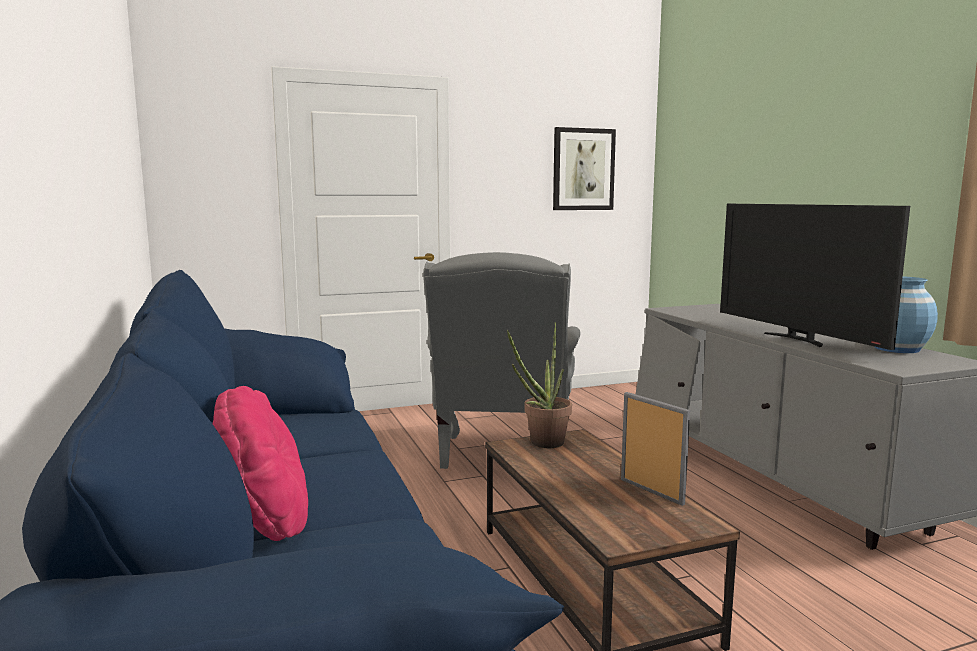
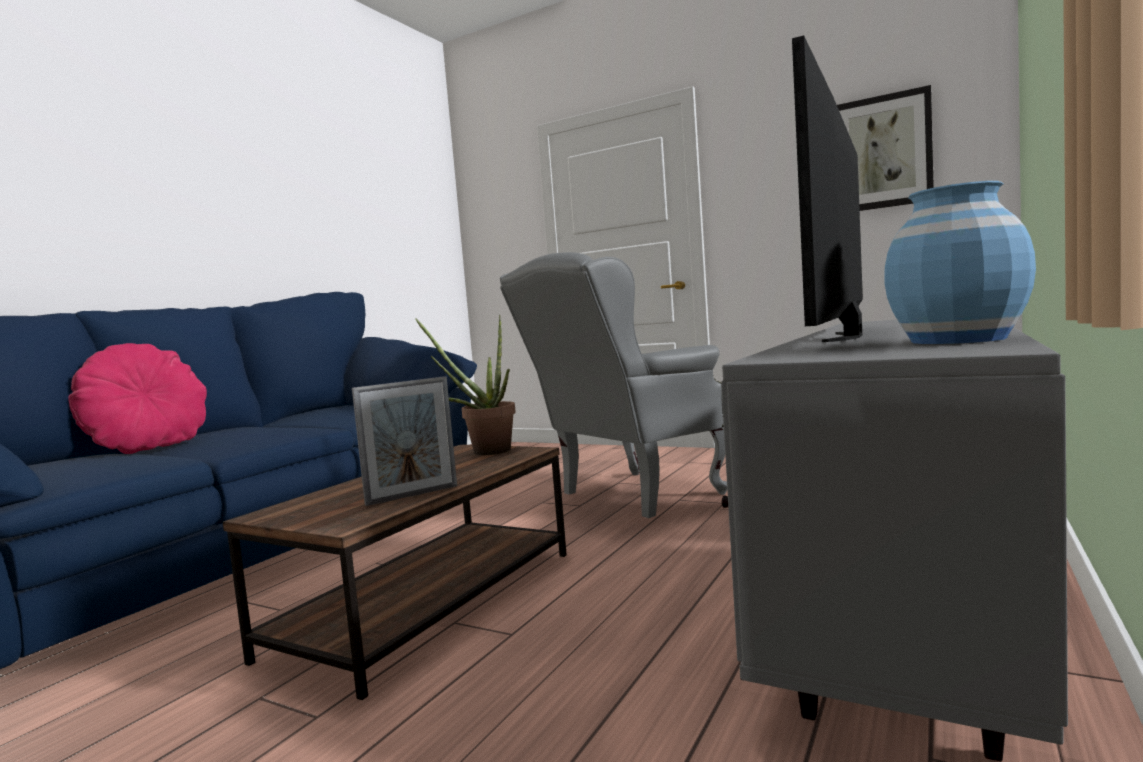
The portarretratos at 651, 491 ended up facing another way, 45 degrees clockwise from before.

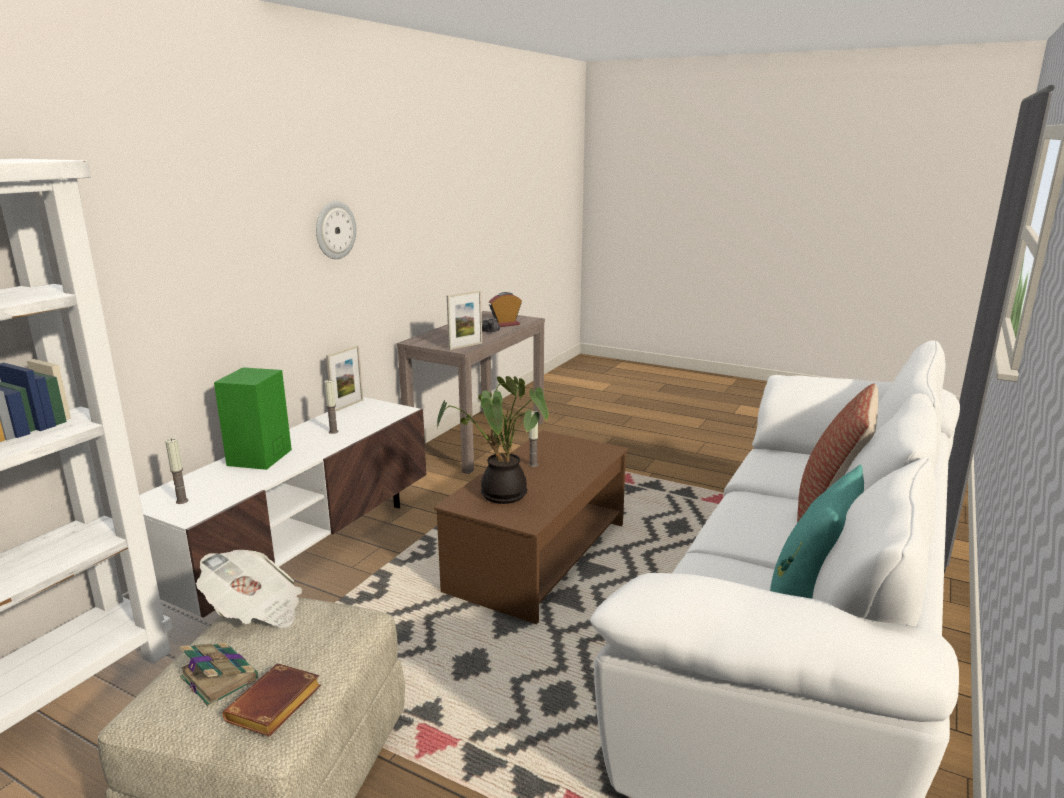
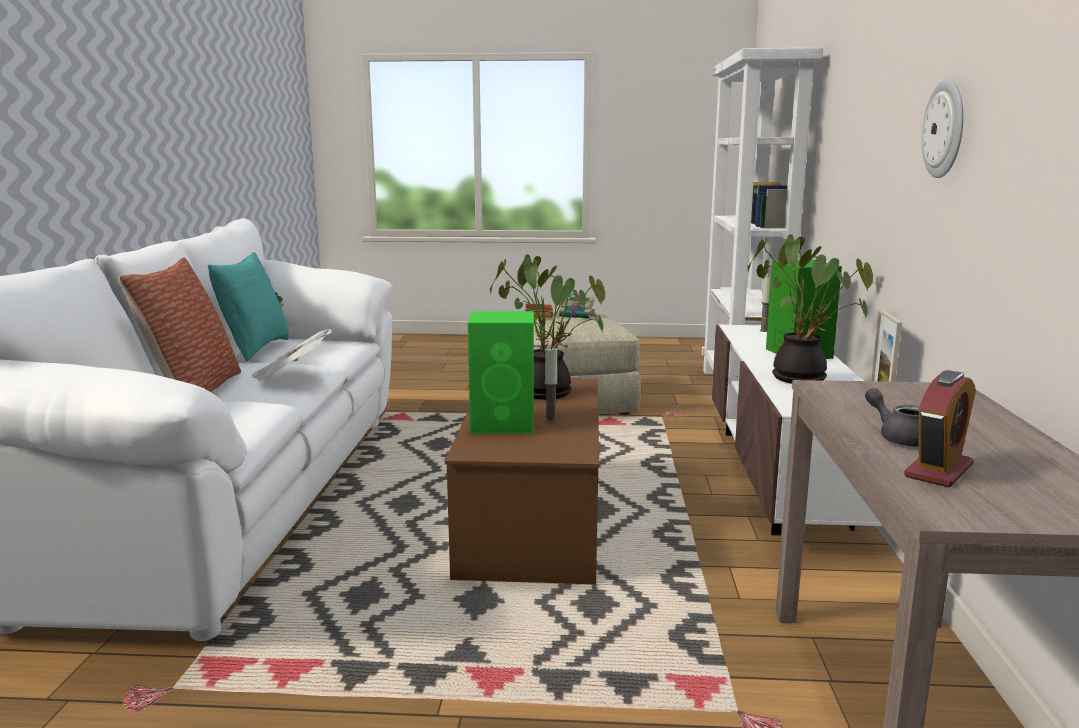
The periódico ended up elsewhere, having gone from 255, 611 to 291, 376.
Where the vela stood at 333, 432, the planta en maceta came to stand at 802, 378.
The second view lost the portarretratos at 465, 346.
The second view gained the altavoz [verde] at 505, 424.

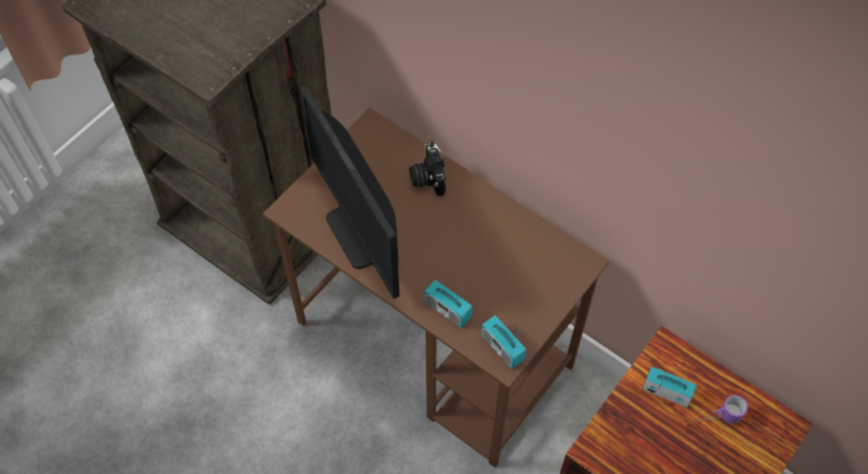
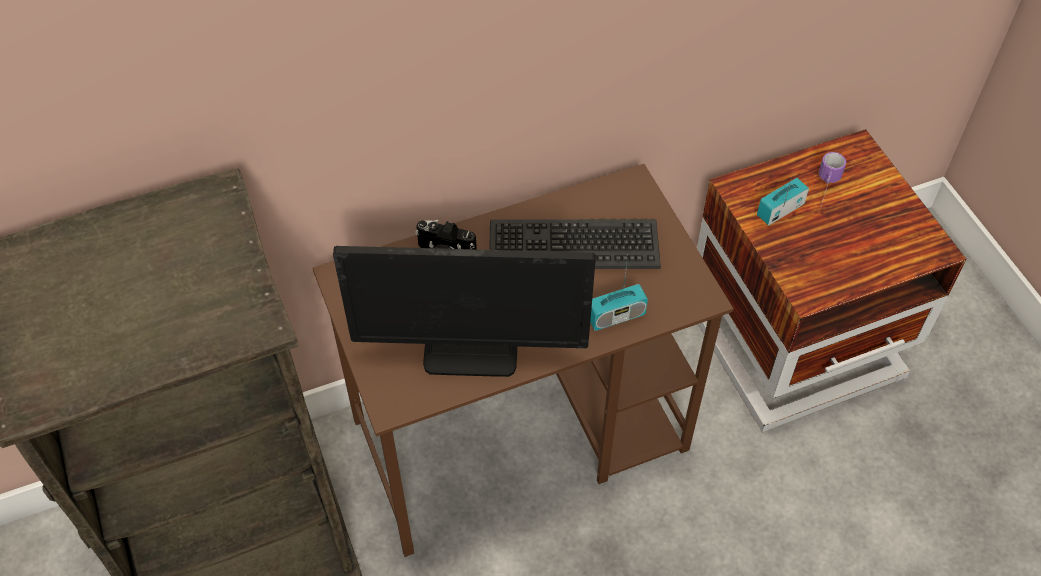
The second view lost the radio at 502, 347.
The second view gained the teclado at 574, 244.

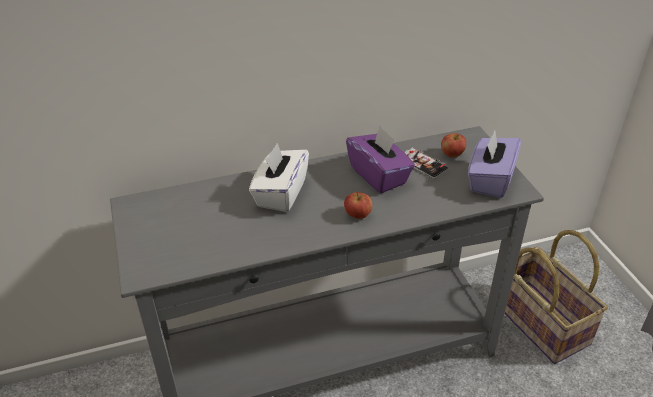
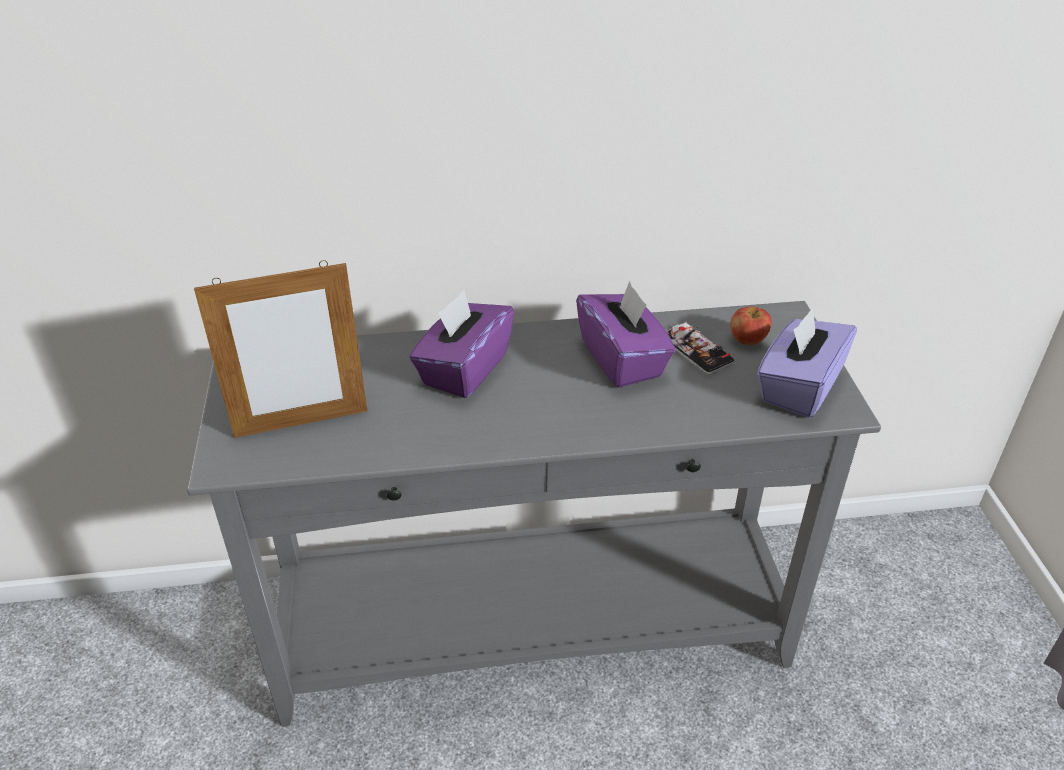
What was the caja de pañuelos [blanco] at 280, 194 turned into the caja de pañuelos [morado] at 464, 369.
The second view lost the manzana at 358, 215.
The second view lost the cesta at 541, 322.
The second view gained the portarretratos at 301, 423.

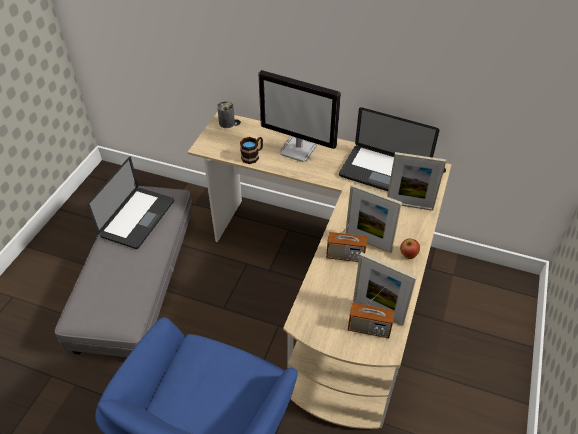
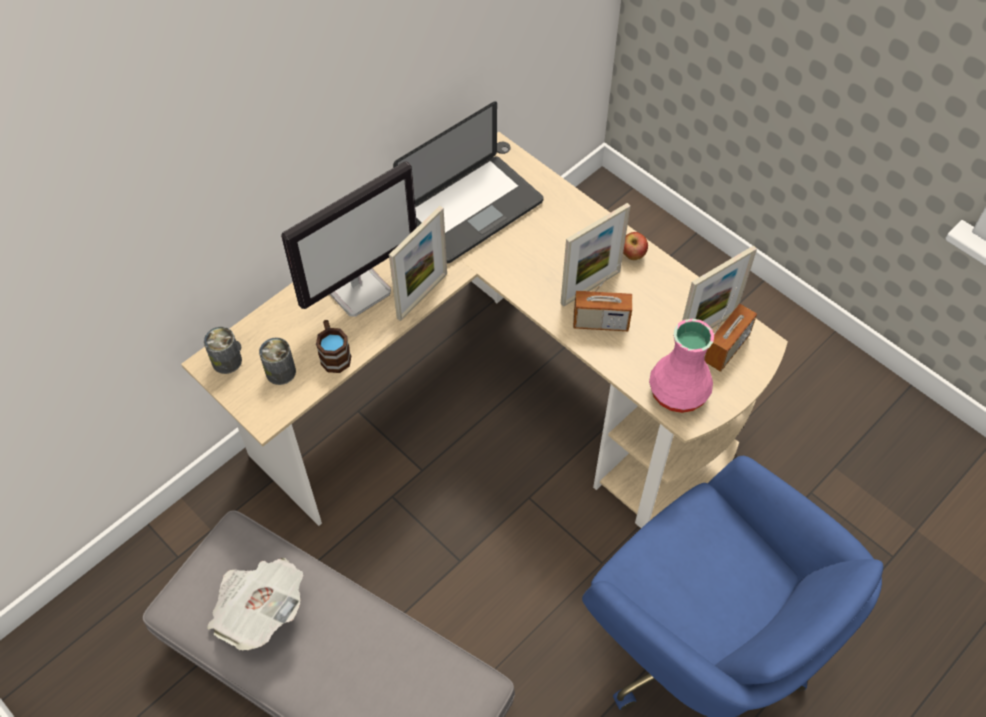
Where the portátil stood at 138, 218, the periódico came to stand at 259, 610.
The radio at 345, 256 ended up facing another way, 60 degrees clockwise from before.
The portarretratos ended up elsewhere, having gone from 409, 205 to 422, 296.
The second view gained the lata at 280, 372.
The second view gained the florero [rosa] at 677, 391.

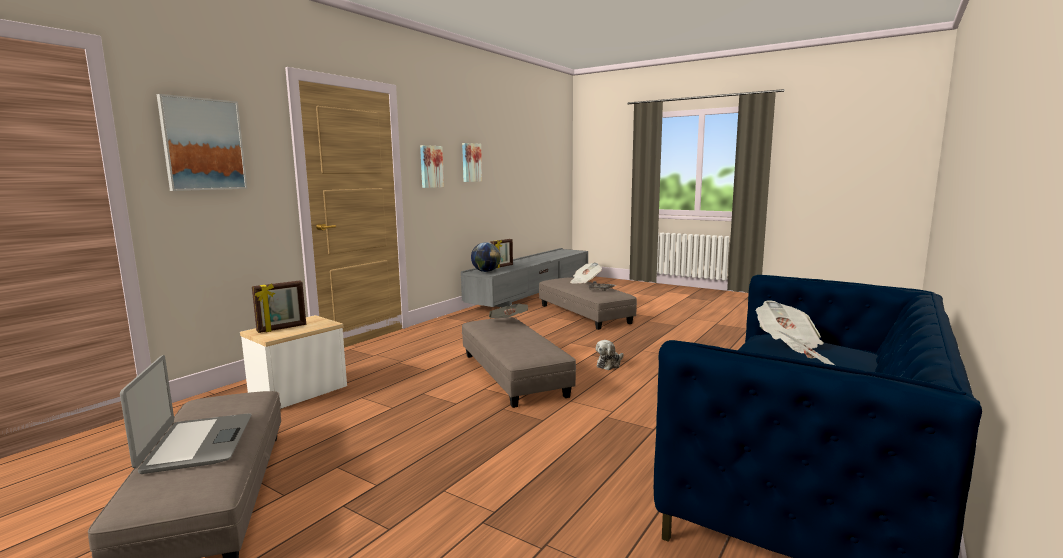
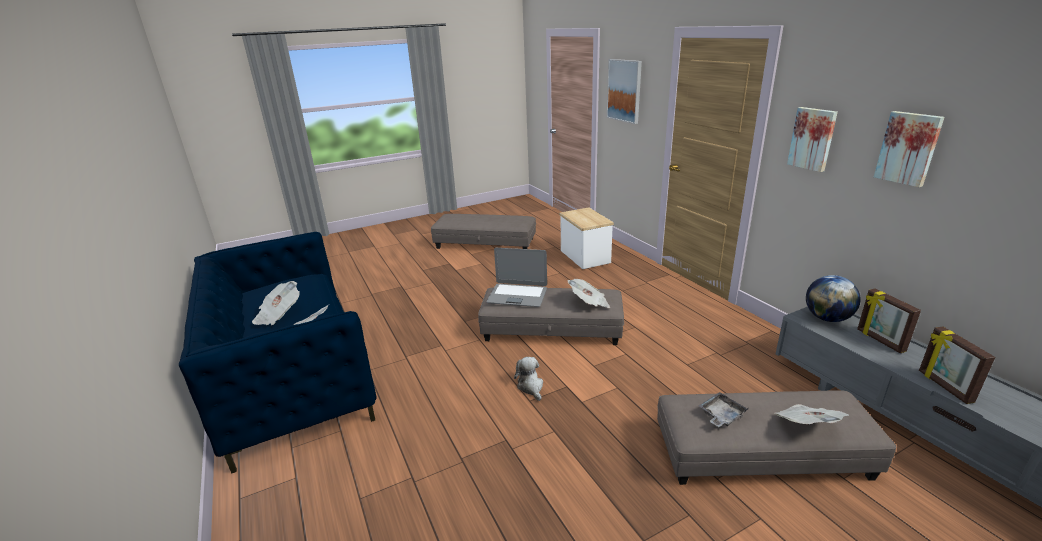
The portátil ended up elsewhere, having gone from 197, 444 to 517, 295.
The portarretratos ended up elsewhere, having gone from 282, 328 to 944, 386.

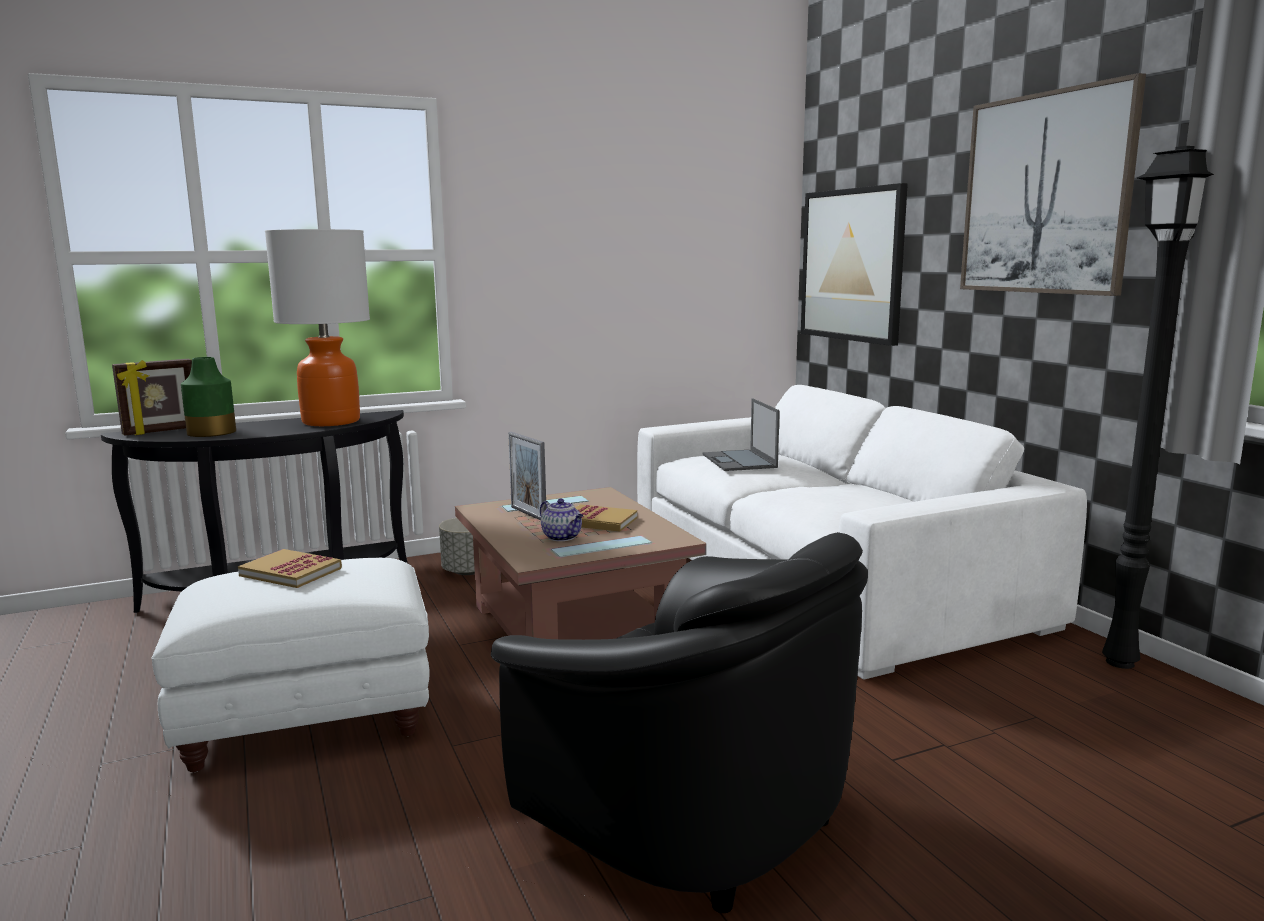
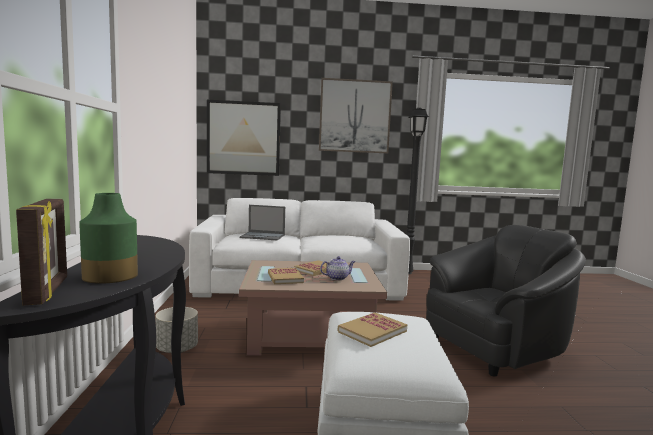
The second view lost the lámpara de mesa at 331, 421.
Where the portarretratos stood at 528, 514, the libro came to stand at 285, 278.

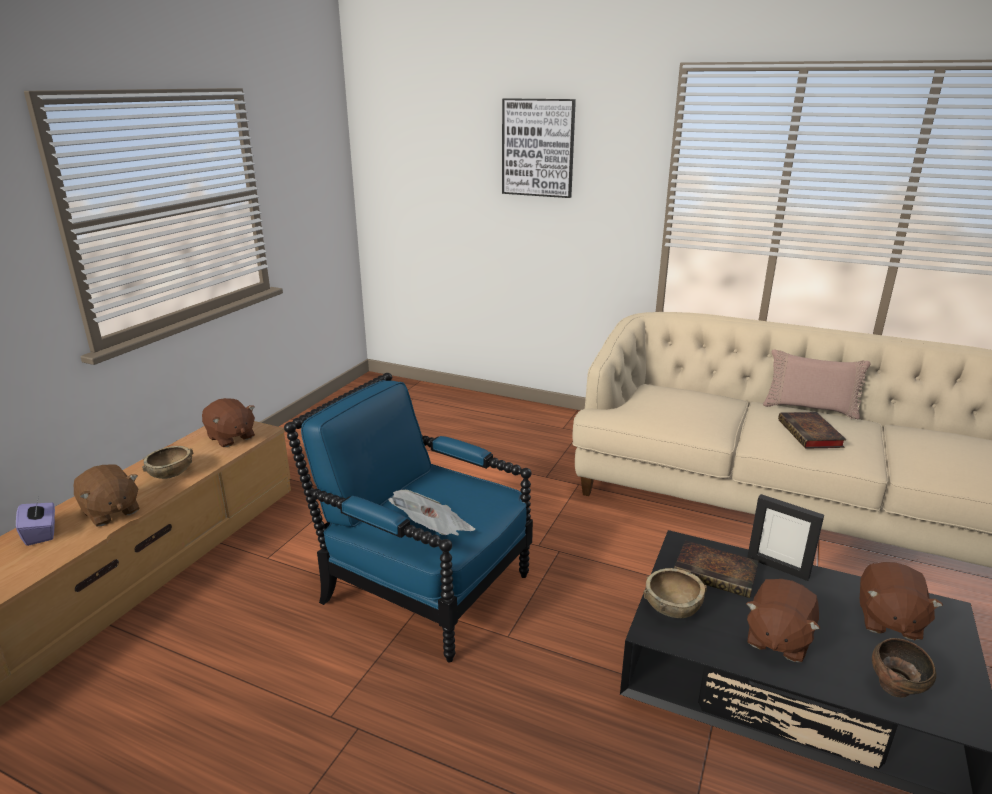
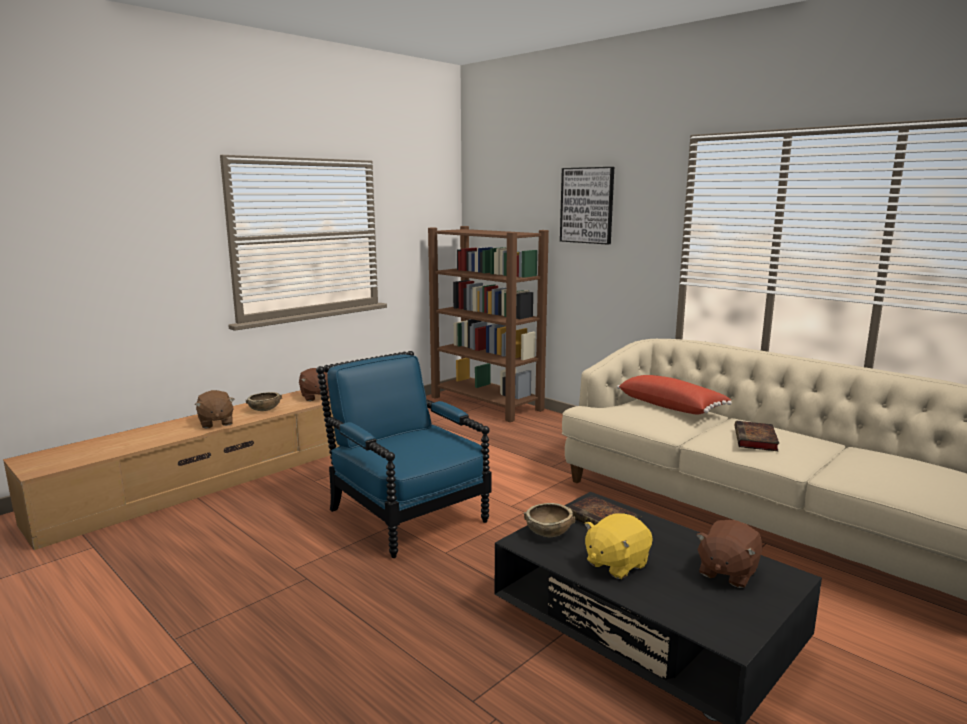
The second view lost the caja de pañuelos [morado] at 41, 533.
The second view lost the periódico at 433, 531.
What was the peluche [marrón] at 777, 638 turned into the peluche [amarillo] at 616, 564.
The second view lost the portarretratos at 778, 566.
The second view lost the cojín [beis] at 810, 409.
The second view lost the cuenco [marrón] at 896, 690.
The second view gained the estantería [marrón] at 486, 403.
The second view gained the cojín [rojo] at 671, 406.

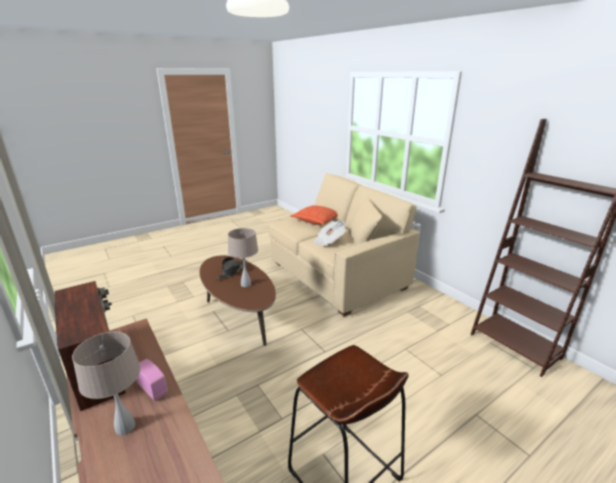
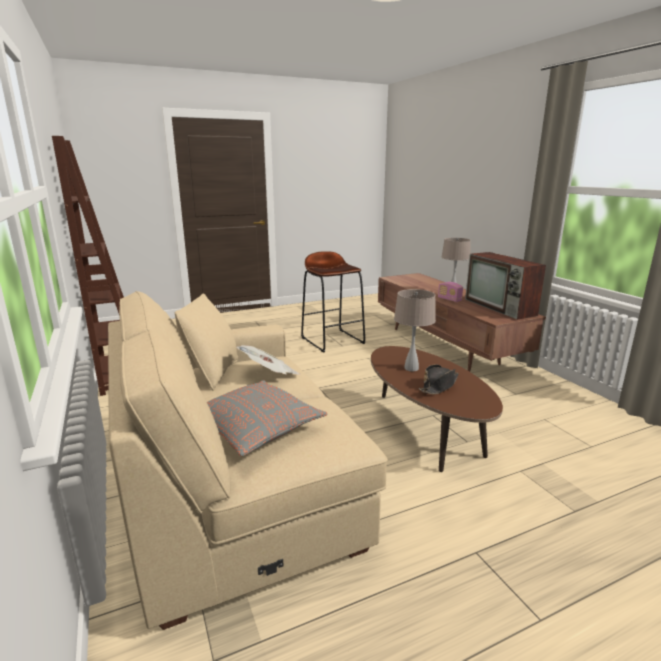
What was the cojín [naranja] at 317, 221 turned into the cojín [gris] at 255, 429.

